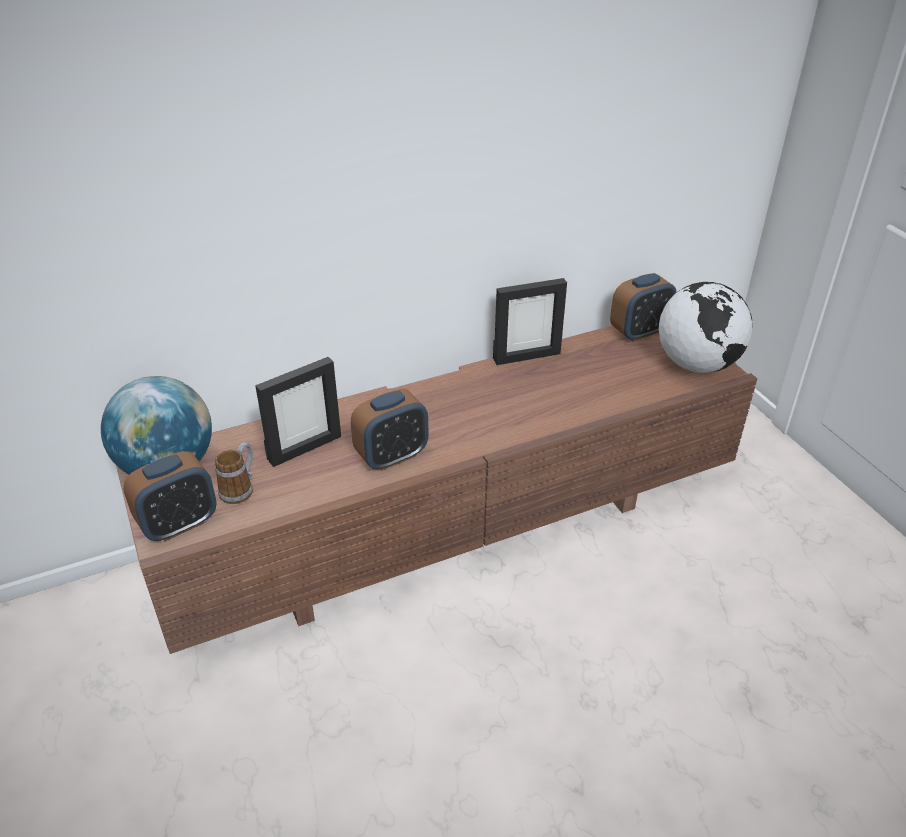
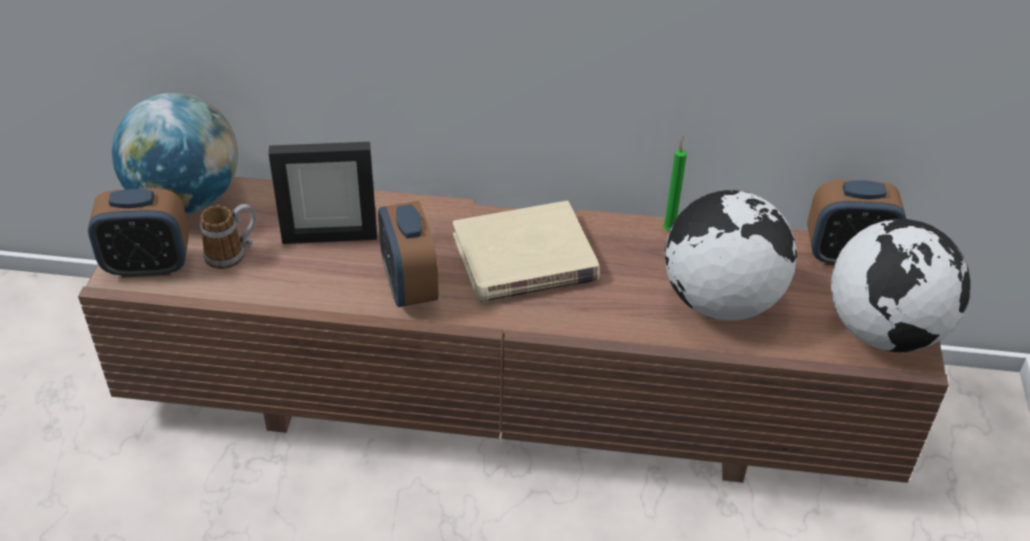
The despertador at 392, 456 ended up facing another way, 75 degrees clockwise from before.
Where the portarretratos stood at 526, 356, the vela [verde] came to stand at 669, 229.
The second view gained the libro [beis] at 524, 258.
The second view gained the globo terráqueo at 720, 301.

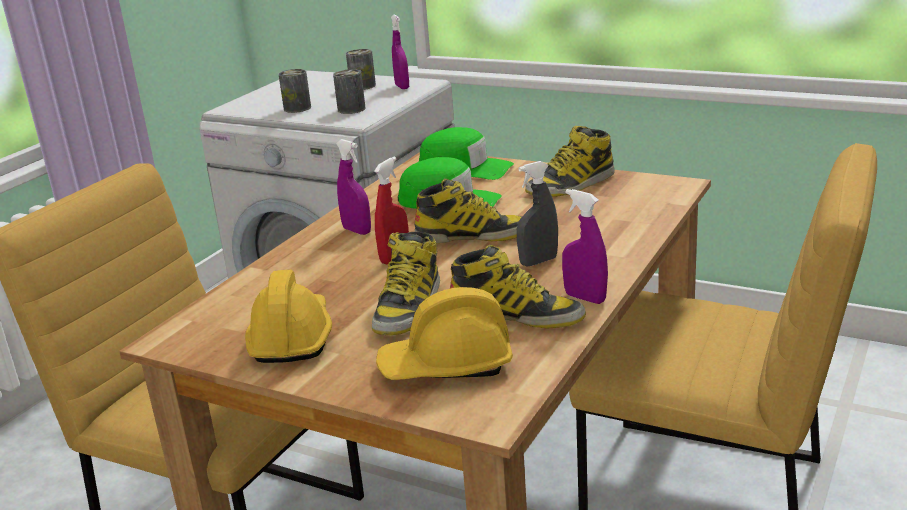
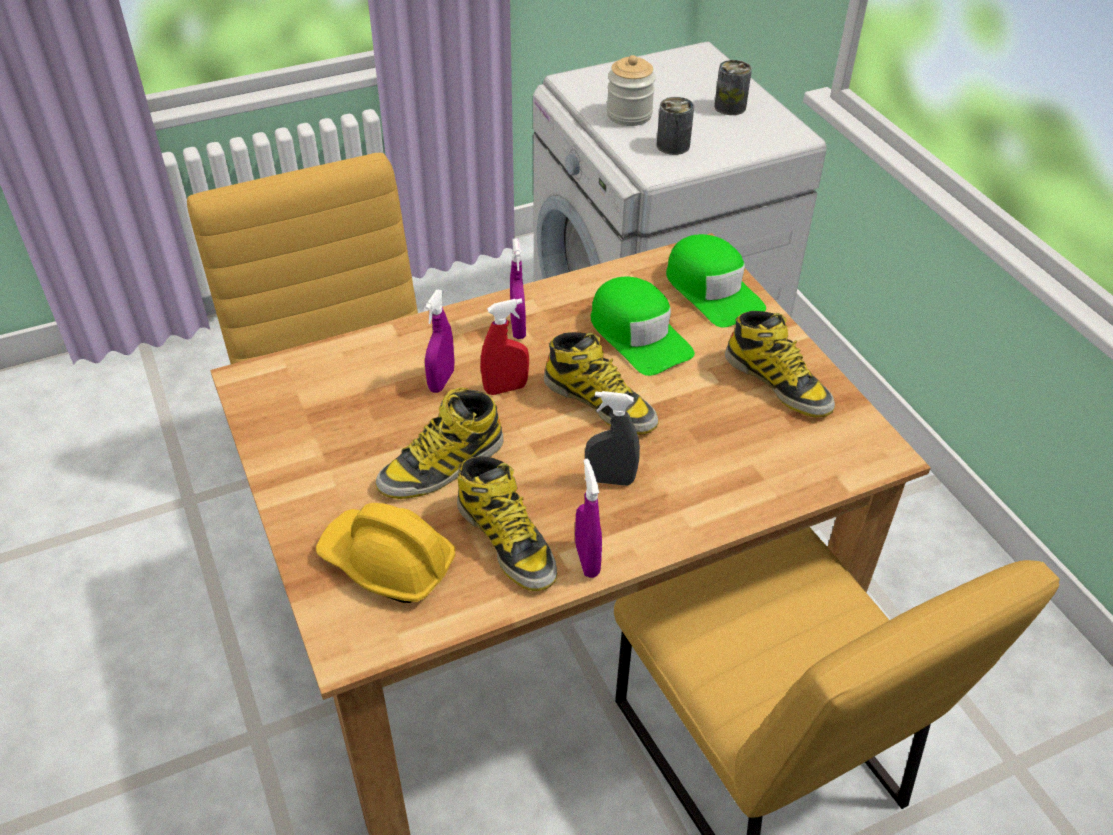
The second view lost the casco [amarillo] at 291, 337.
Where the lata stood at 297, 108, the tarro came to stand at 629, 115.
The pulverizador [morado] ended up elsewhere, having gone from 402, 87 to 441, 381.
The bota at 571, 185 ended up facing another way, 135 degrees counterclockwise from before.

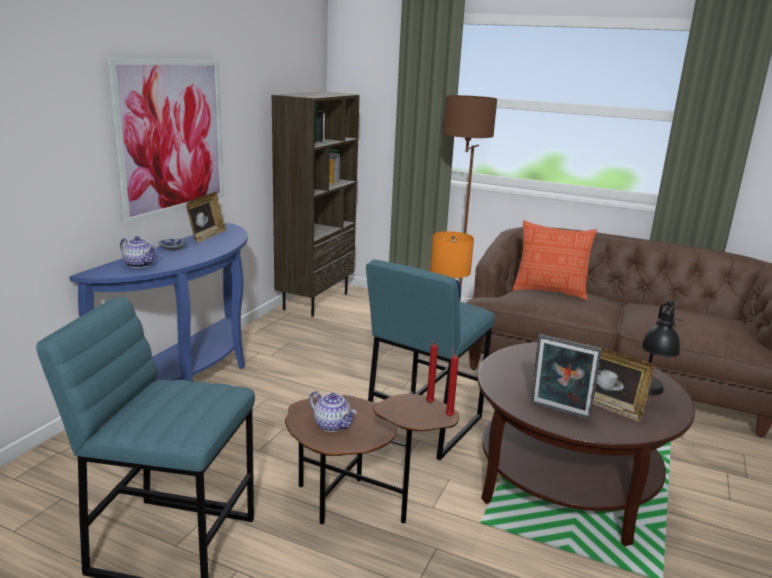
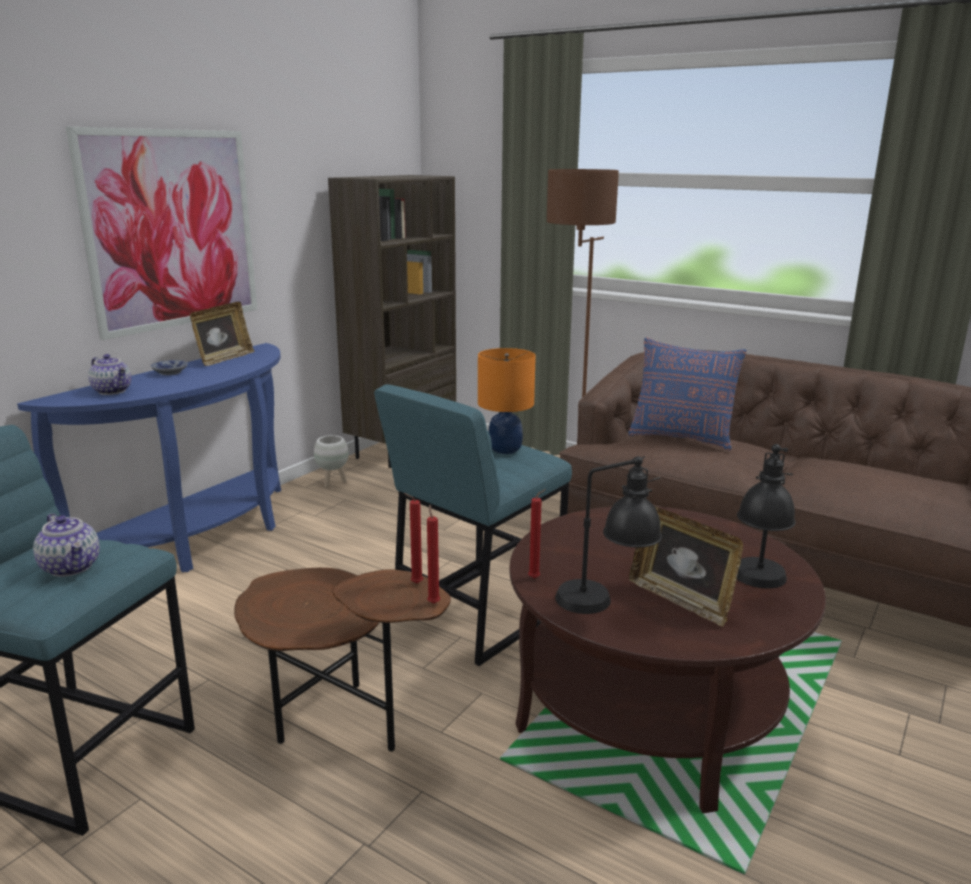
The tetera ended up elsewhere, having gone from 332, 425 to 72, 567.
What was the cojín [naranja] at 550, 292 turned into the cojín [azul] at 681, 439.
Where the portarretratos stood at 559, 412, the lámpara de mesa [negro] came to stand at 605, 606.
The second view gained the maceta [blanco] at 333, 483.
The second view gained the vela [rojo] at 536, 578.

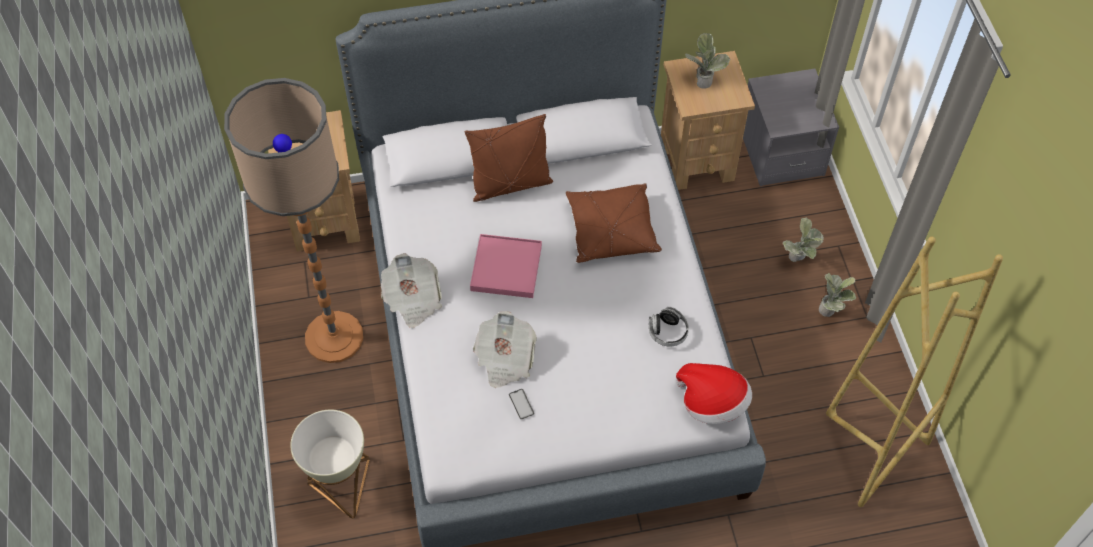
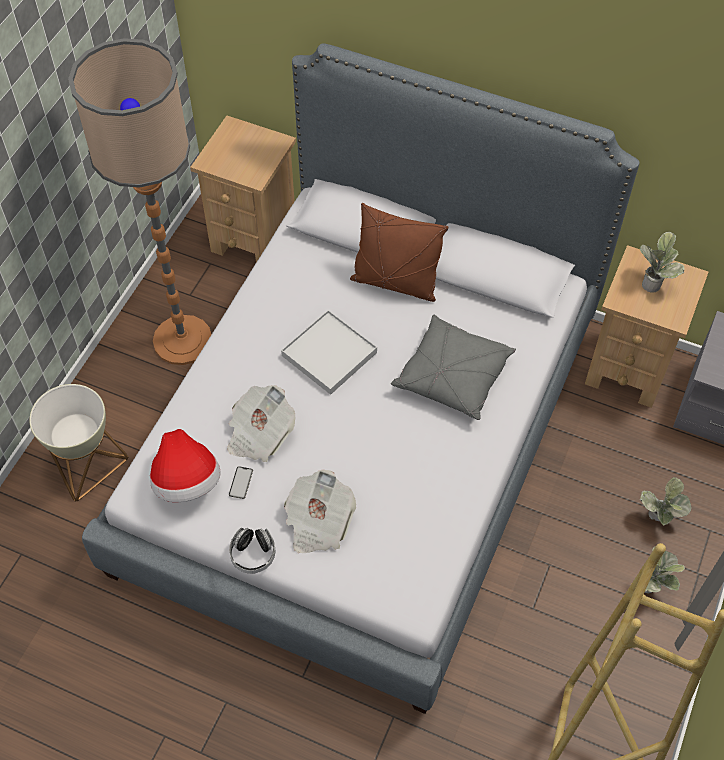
The periódico ended up elsewhere, having gone from 413, 300 to 318, 523.
What was the bandeja [rosa] at 506, 268 turned into the bandeja [blanco] at 329, 354.
What was the cojín [marrón] at 611, 231 turned into the cojín [gris] at 453, 376.
The auriculares ended up elsewhere, having gone from 667, 332 to 253, 555.
The sombrero ended up elsewhere, having gone from 712, 403 to 187, 482.

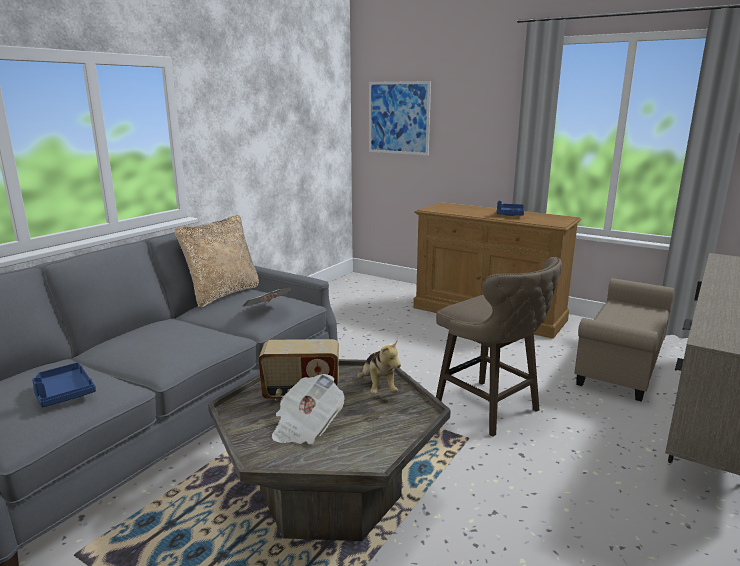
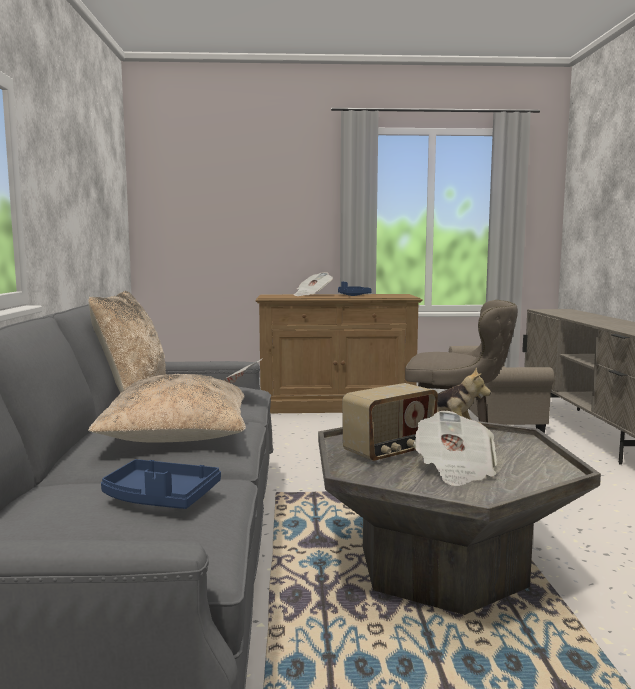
The second view lost the cuadro at 398, 118.
The second view gained the cojín [beis] at 176, 432.
The second view gained the periódico at 312, 295.

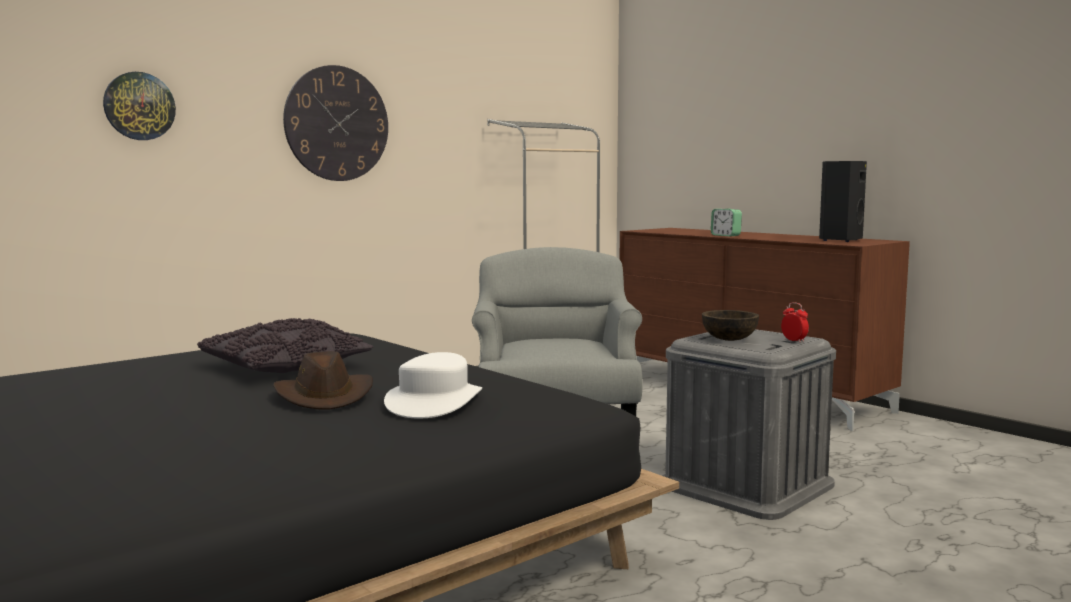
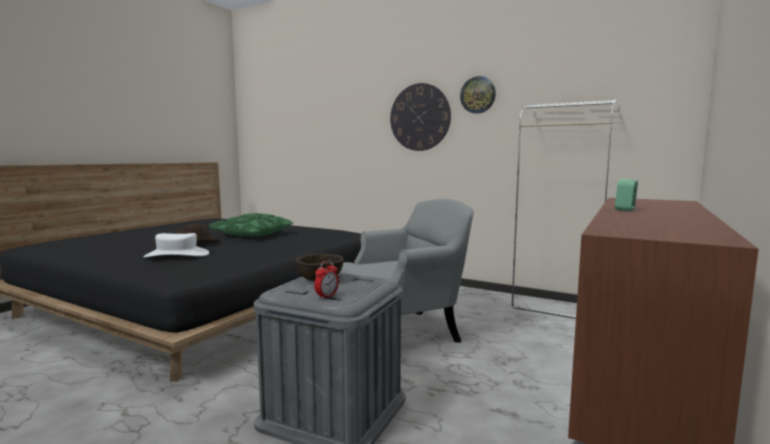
The reloj de pared ended up elsewhere, having gone from 139, 106 to 478, 95.
What was the cojín [negro] at 285, 367 turned into the cojín [verde] at 252, 234.
The second view lost the altavoz [negro] at 840, 240.

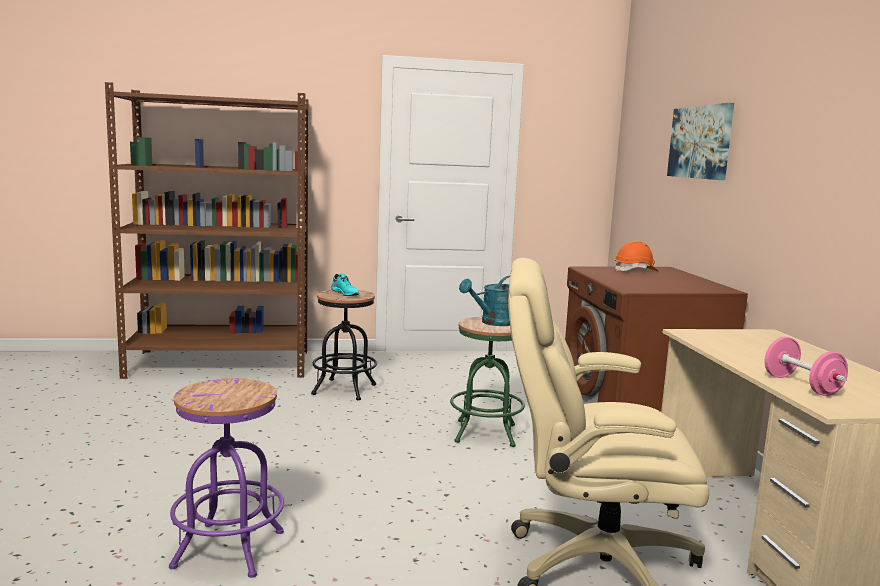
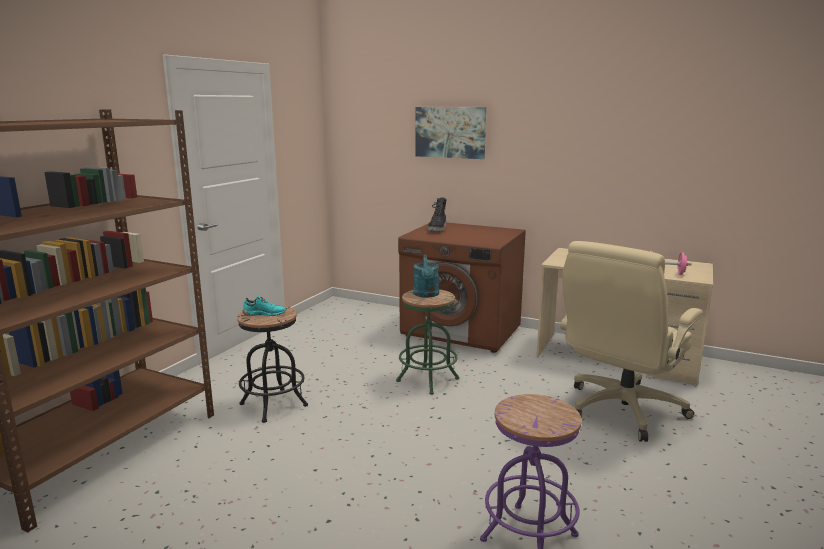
Where the casco [naranja] stood at 635, 270, the bota [negro] came to stand at 438, 229.

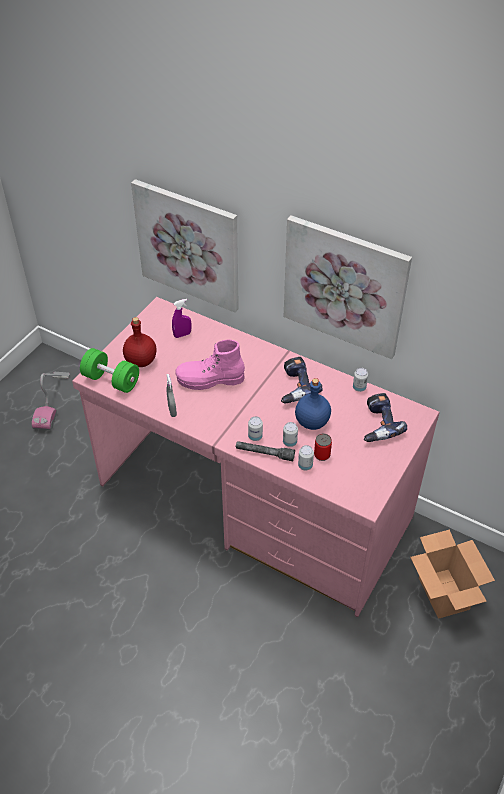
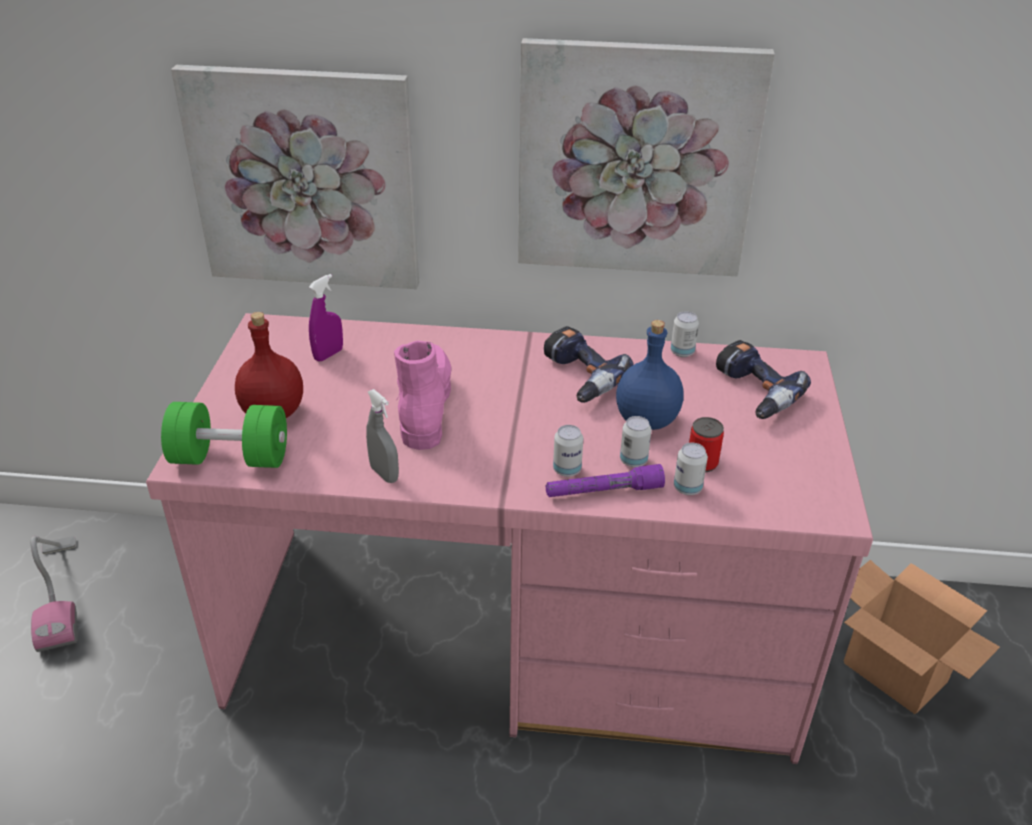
The bota [rosa] at 210, 380 ended up facing another way, 120 degrees clockwise from before.
What was the linterna [gris] at 264, 453 turned into the linterna [morado] at 603, 491.

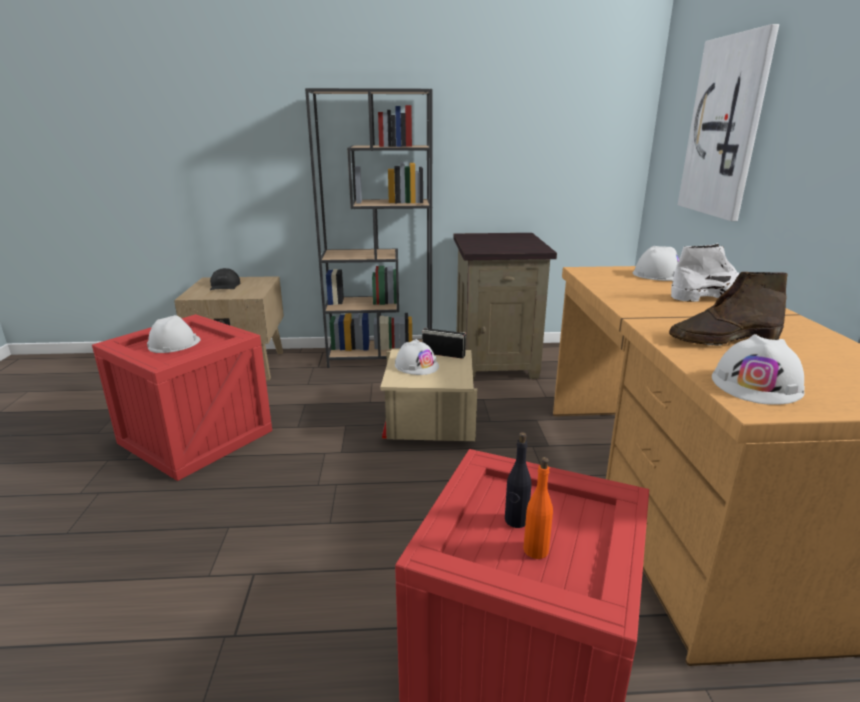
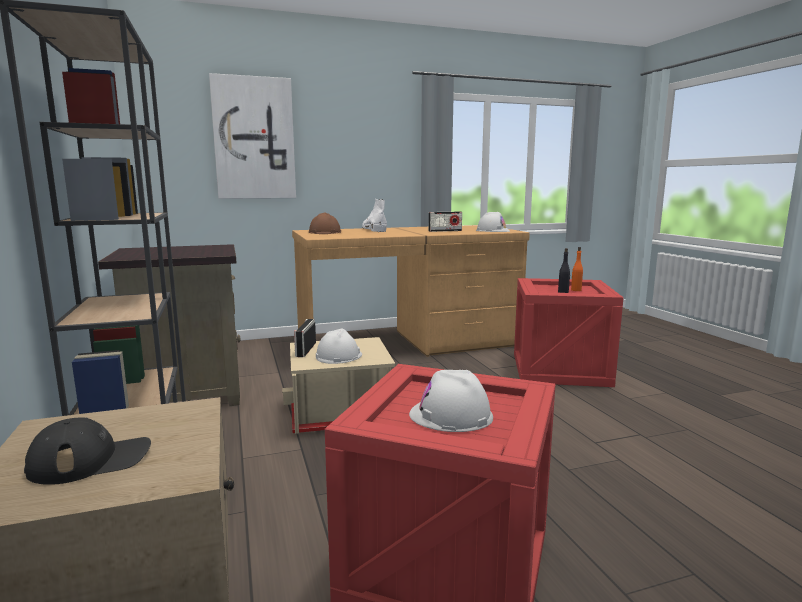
What was the casco [blanco] at 659, 275 turned into the casco [marrón] at 325, 232.
Where the bota [marrón] stood at 722, 340, the radio came to stand at 445, 231.

